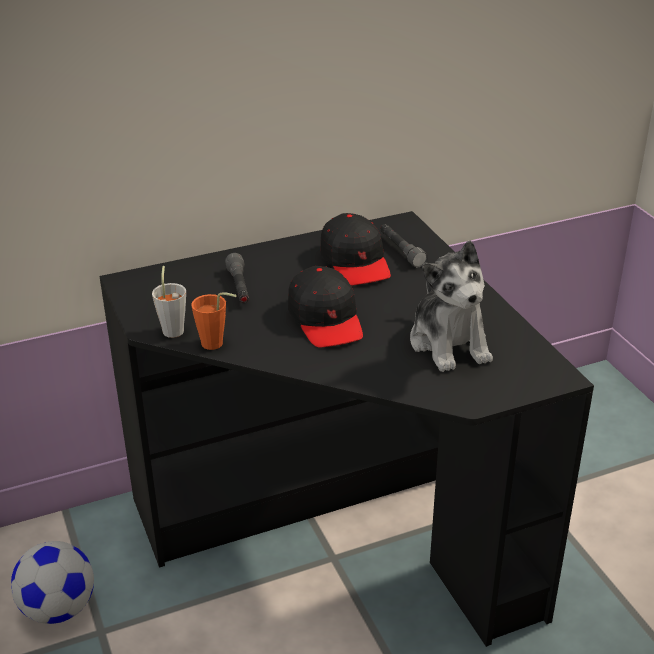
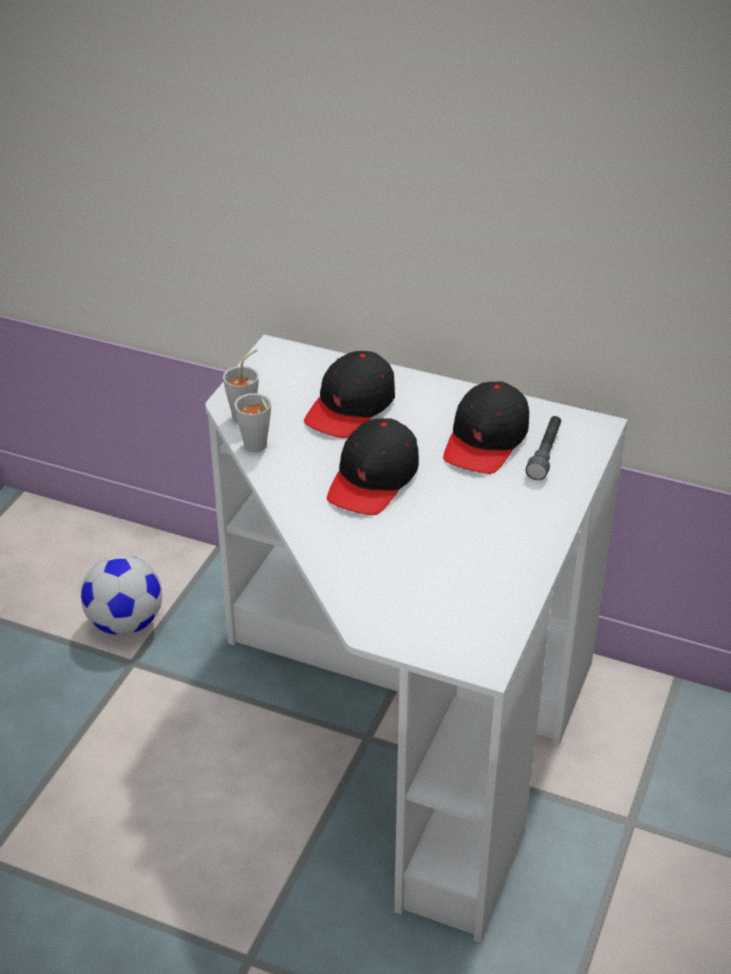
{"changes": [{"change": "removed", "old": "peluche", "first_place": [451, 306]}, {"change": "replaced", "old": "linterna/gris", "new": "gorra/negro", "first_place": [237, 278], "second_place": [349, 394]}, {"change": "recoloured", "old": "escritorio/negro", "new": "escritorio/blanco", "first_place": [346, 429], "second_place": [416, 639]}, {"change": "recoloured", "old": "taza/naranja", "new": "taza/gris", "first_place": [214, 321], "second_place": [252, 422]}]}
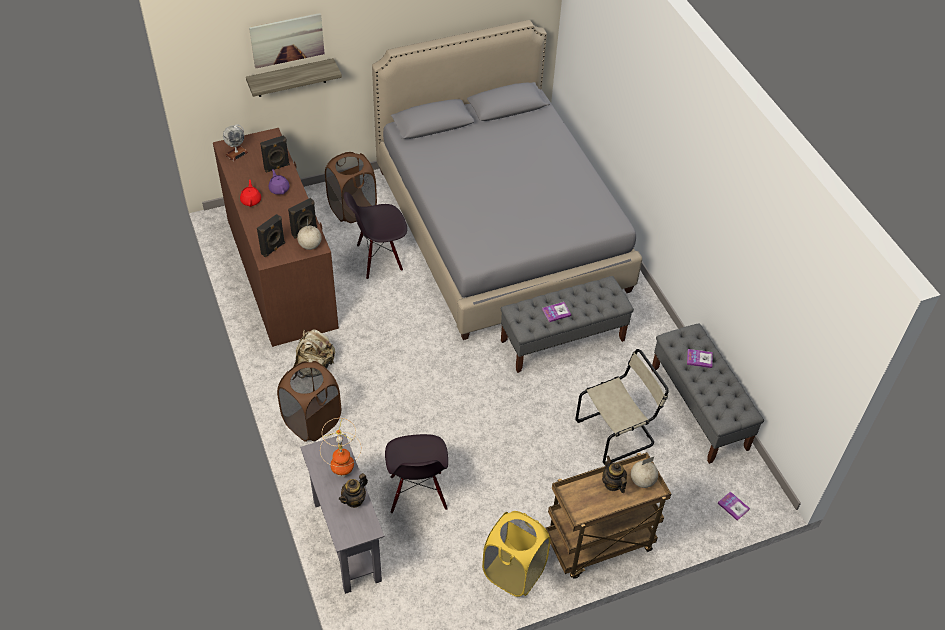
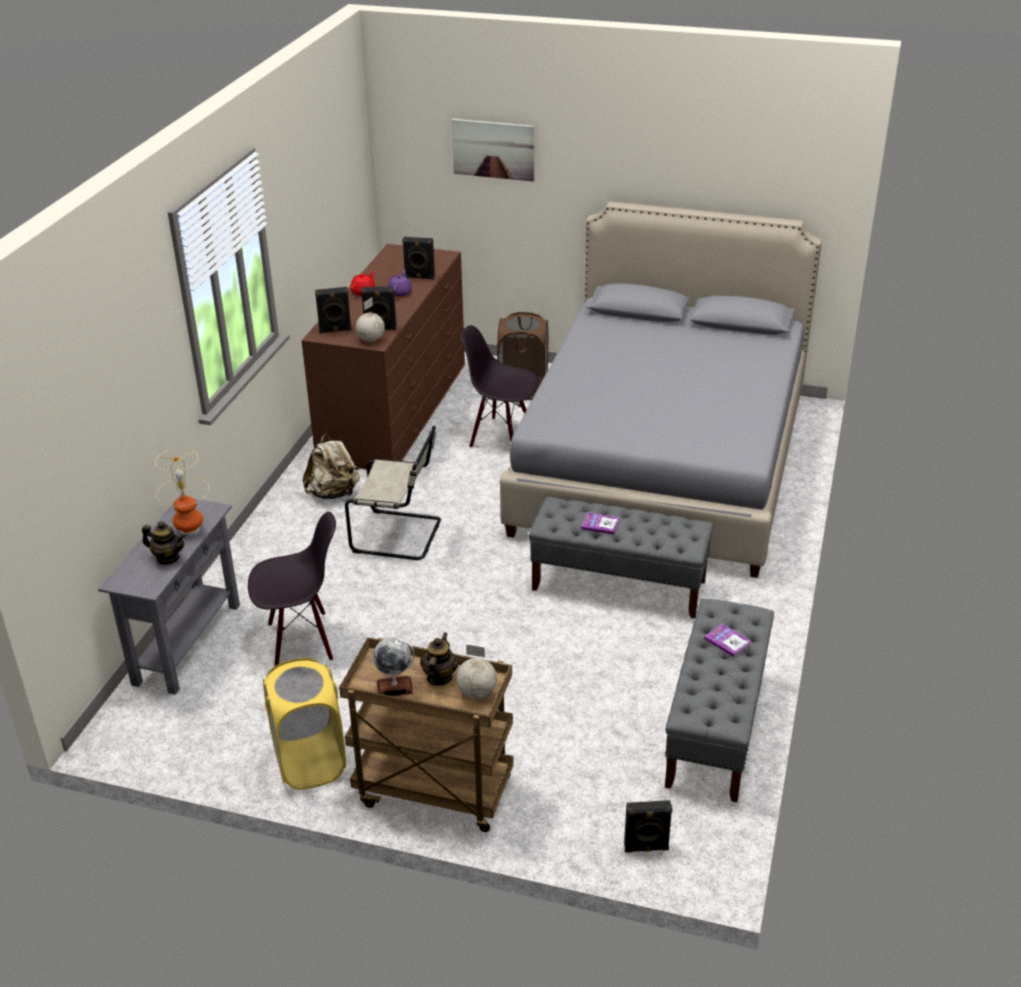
{"changes": [{"change": "removed", "old": "estante", "first_place": [294, 77]}, {"change": "removed", "old": "cesto de la ropa/marrón", "first_place": [309, 401]}, {"change": "moved", "old": "globo terráqueo", "first_place": [235, 143], "second_place": [394, 666]}, {"change": "moved", "old": "silla/beis", "first_place": [622, 407], "second_place": [393, 493]}, {"change": "replaced", "old": "libro", "new": "altavoz/negro", "first_place": [733, 506], "second_place": [648, 826]}, {"change": "turned", "old": "tetera", "first_place": [353, 490], "second_place": [163, 542], "degrees": -150}, {"change": "turned", "old": "silla/negro", "first_place": [416, 474], "second_place": [292, 589], "degrees": -135}]}
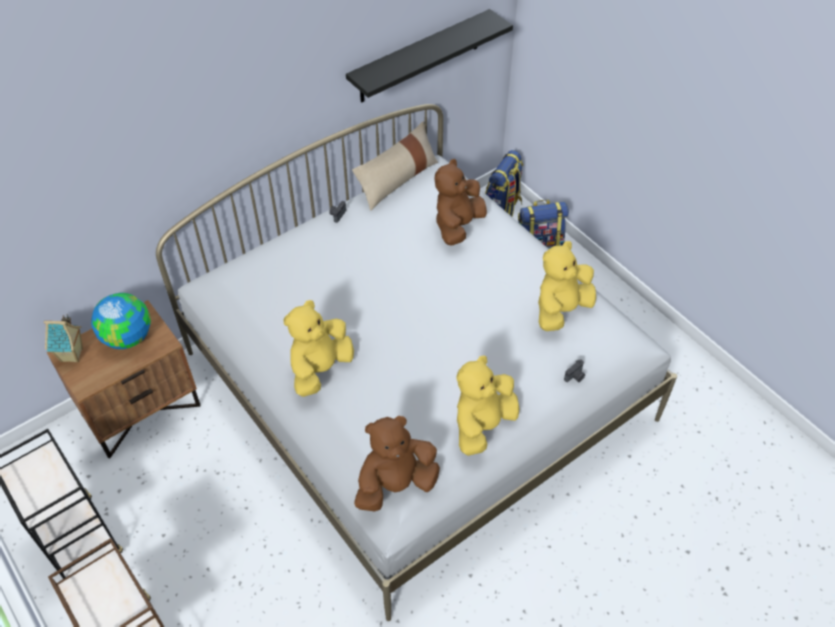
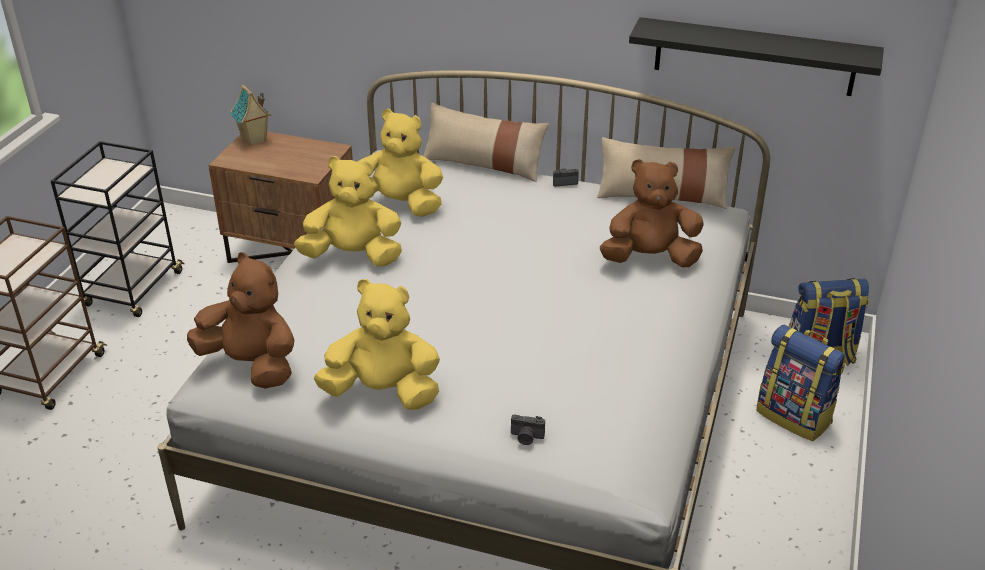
{"changes": [{"change": "removed", "old": "globo terráqueo", "first_place": [121, 321]}, {"change": "added", "new": "cojín/beis", "second_place": [486, 142]}, {"change": "moved", "old": "peluche/amarillo", "first_place": [567, 286], "second_place": [400, 163]}]}
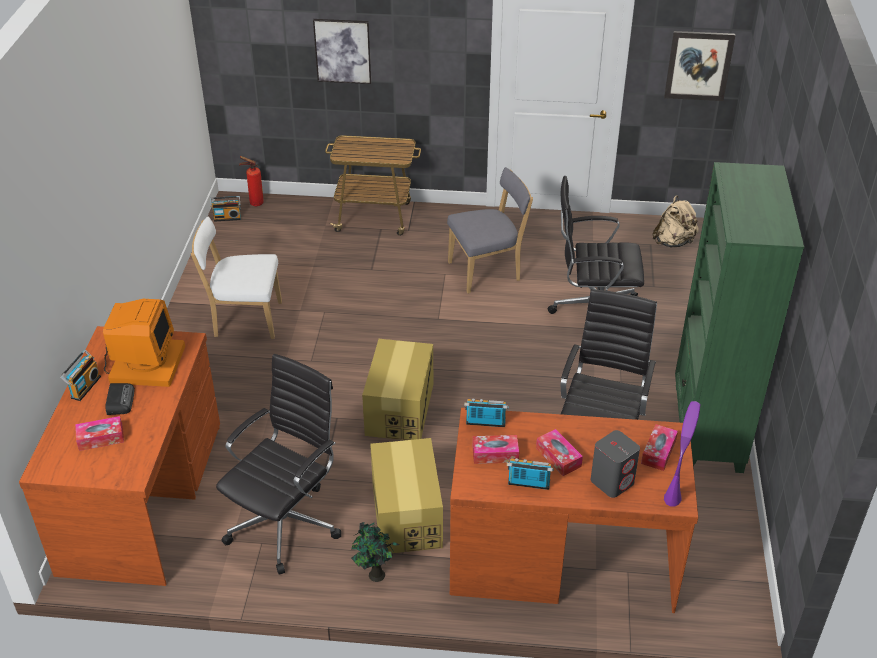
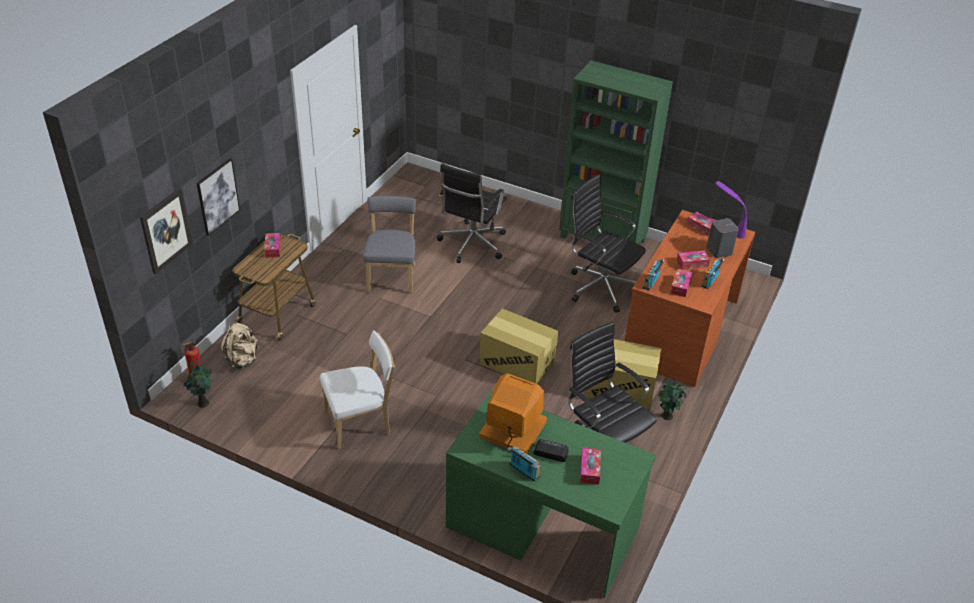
{"changes": [{"change": "added", "new": "caja de pañuelos", "second_place": [272, 245]}, {"change": "moved", "old": "mochila/beis", "first_place": [675, 221], "second_place": [240, 346]}, {"change": "moved", "old": "cuadro", "first_place": [699, 66], "second_place": [166, 231]}, {"change": "replaced", "old": "radio", "new": "planta en maceta", "first_place": [225, 209], "second_place": [197, 383]}, {"change": "recoloured", "old": "escritorio/marrón", "new": "escritorio/verde", "first_place": [119, 456], "second_place": [551, 494]}, {"change": "turned", "old": "silla/blanco", "first_place": [236, 278], "second_place": [357, 390], "degrees": -135}]}
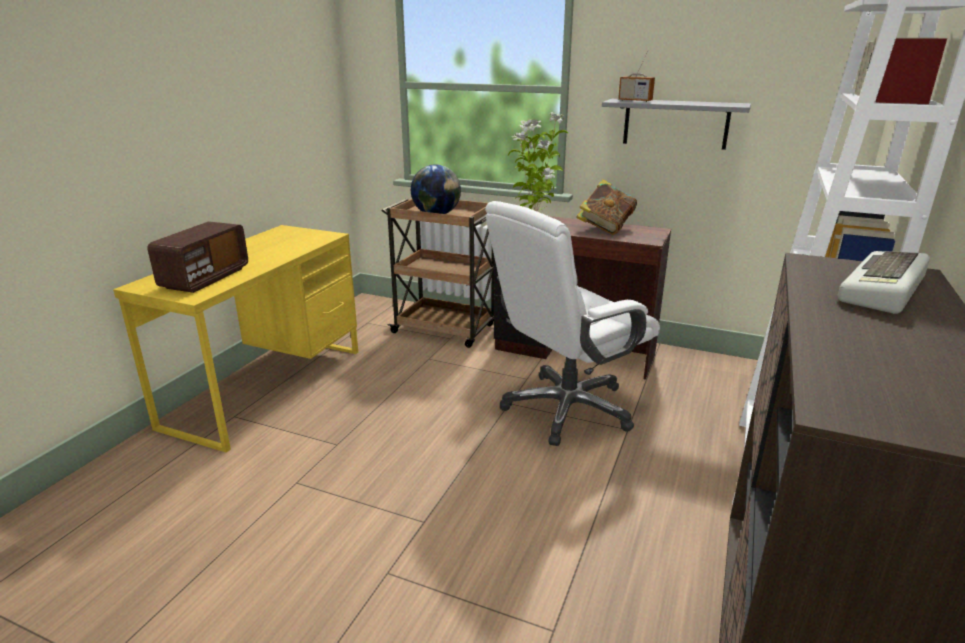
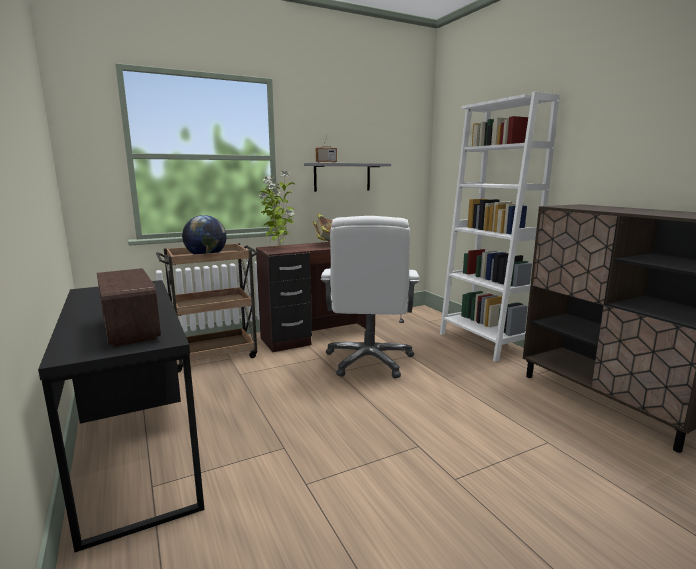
{"changes": [{"change": "removed", "old": "teclado", "first_place": [884, 282]}, {"change": "recoloured", "old": "escritorio/amarillo", "new": "escritorio/negro", "first_place": [235, 339], "second_place": [121, 416]}]}
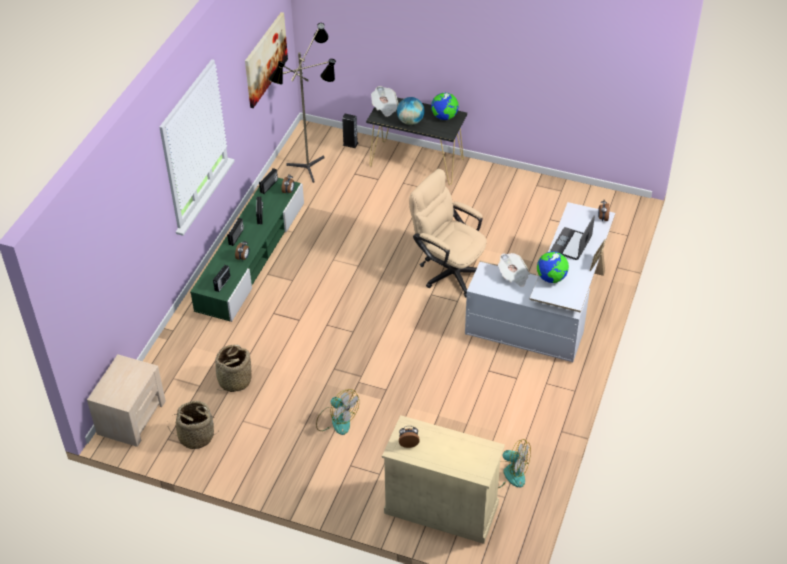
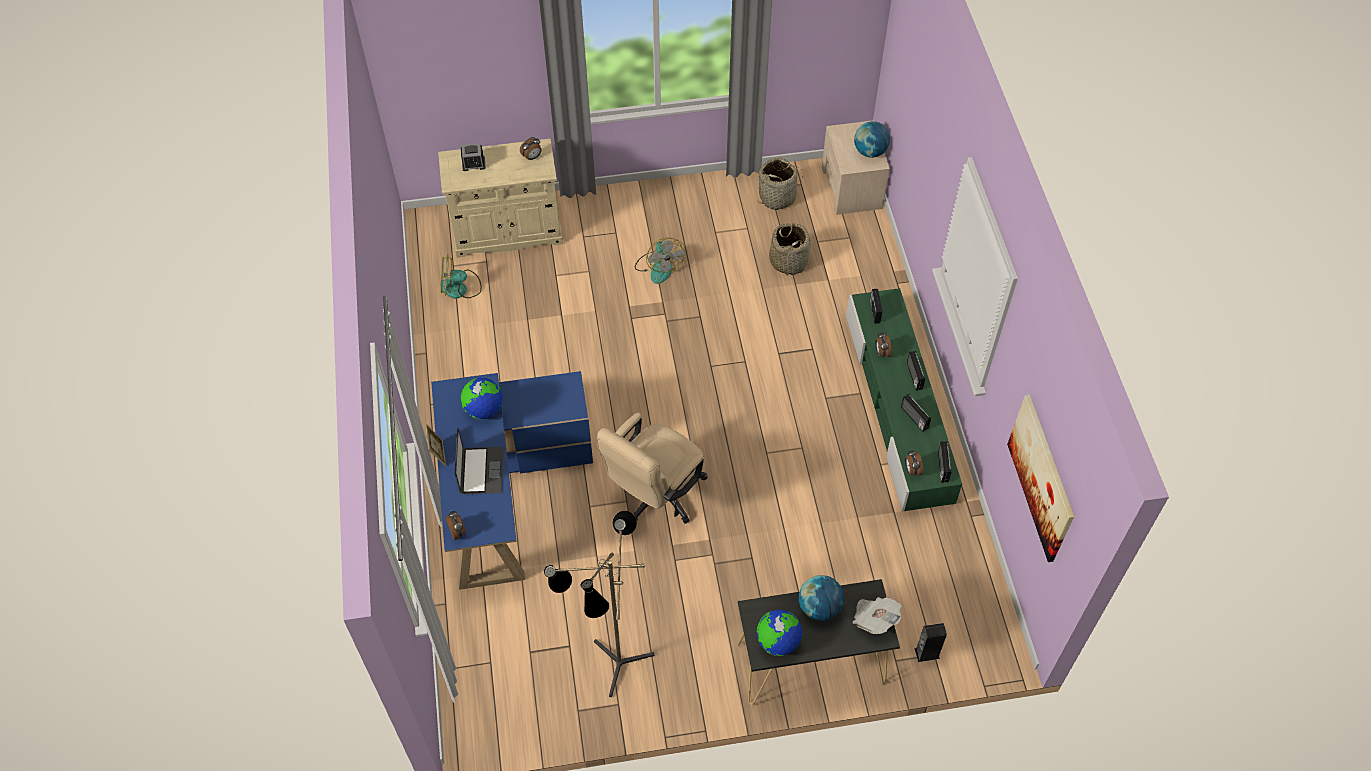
{"changes": [{"change": "removed", "old": "periódico", "first_place": [514, 270]}, {"change": "added", "new": "despertador", "second_place": [473, 157]}, {"change": "added", "new": "globo terráqueo", "second_place": [872, 139]}, {"change": "moved", "old": "lámpara de pie", "first_place": [302, 103], "second_place": [599, 604]}, {"change": "recoloured", "old": "escritorio/blanco", "new": "escritorio/azul", "first_place": [540, 282], "second_place": [512, 480]}, {"change": "turned", "old": "ventilador", "first_place": [337, 412], "second_place": [660, 261], "degrees": -120}, {"change": "turned", "old": "silla de oficina/beis", "first_place": [448, 233], "second_place": [652, 468], "degrees": 120}]}
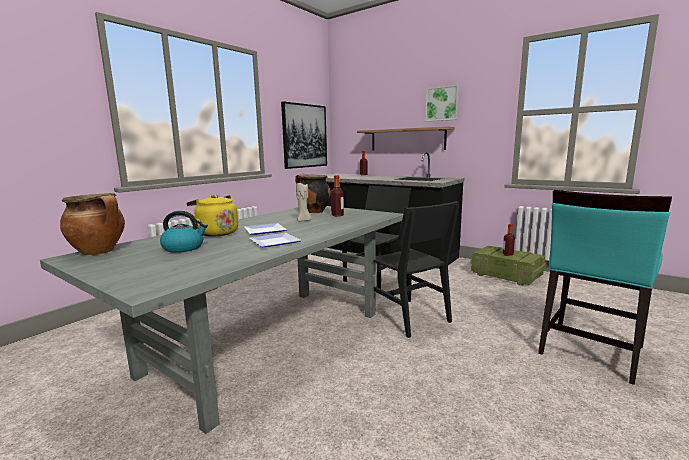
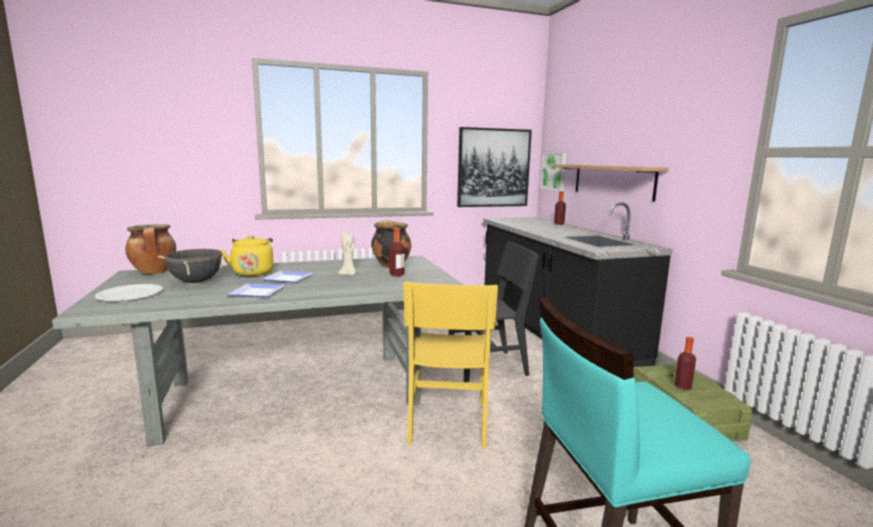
{"changes": [{"change": "added", "new": "plato/blanco", "second_place": [129, 292]}, {"change": "moved", "old": "cuadro", "first_place": [442, 103], "second_place": [554, 172]}, {"change": "replaced", "old": "hervidor", "new": "olla/negro", "first_place": [184, 232], "second_place": [193, 266]}, {"change": "recoloured", "old": "silla/negro", "new": "silla/amarillo", "first_place": [416, 269], "second_place": [450, 365]}]}
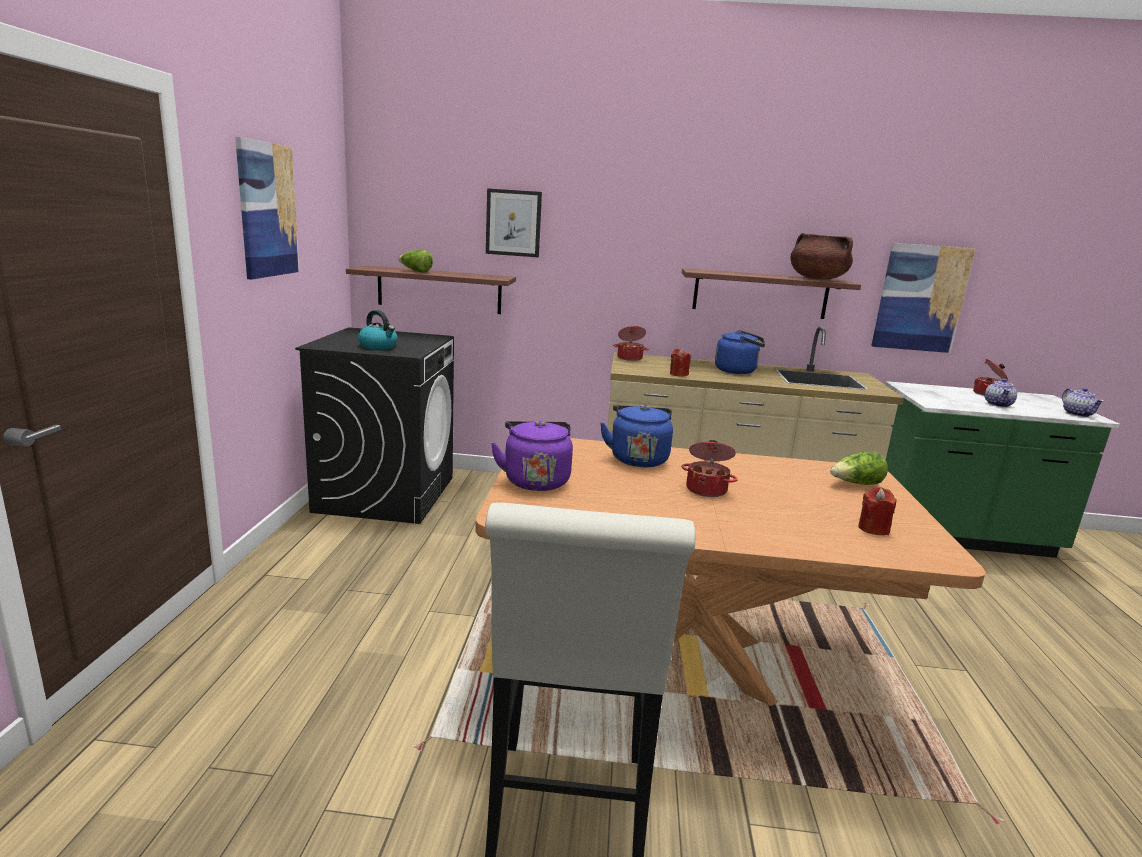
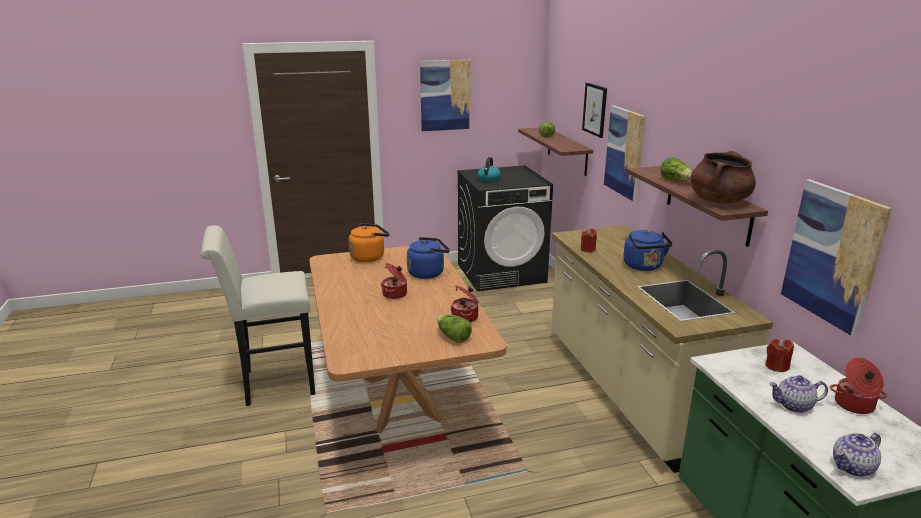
{"changes": [{"change": "added", "new": "cuadro", "second_place": [625, 154]}, {"change": "added", "new": "lechuga", "second_place": [676, 169]}, {"change": "moved", "old": "olla", "first_place": [631, 343], "second_place": [464, 303]}, {"change": "moved", "old": "vela/rojo", "first_place": [877, 511], "second_place": [779, 355]}, {"change": "recoloured", "old": "hervidor/morado", "new": "hervidor/naranja", "first_place": [532, 455], "second_place": [369, 243]}]}
